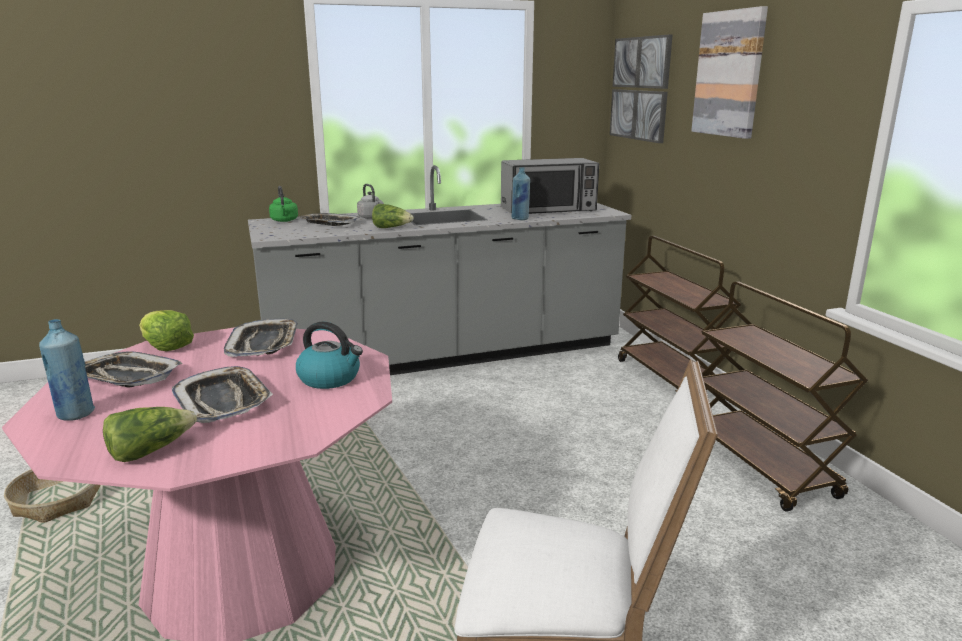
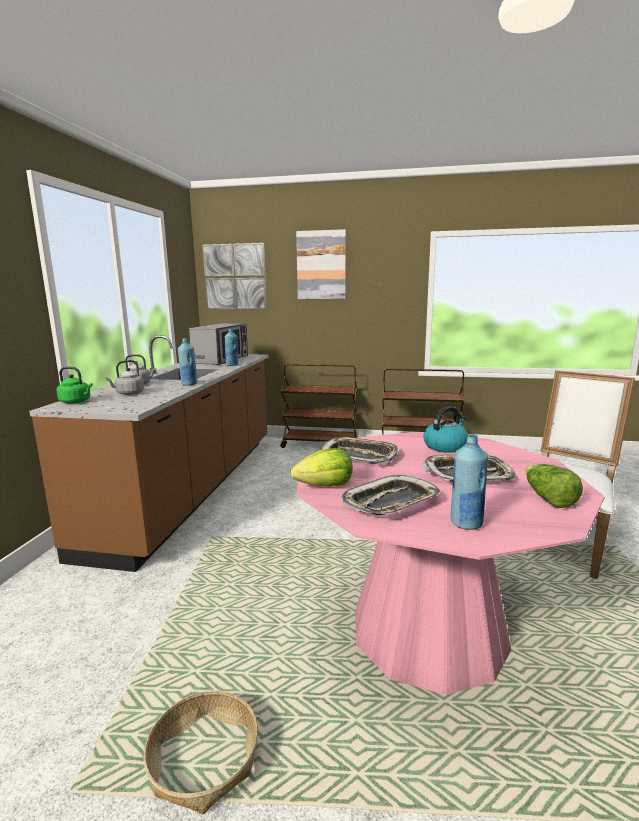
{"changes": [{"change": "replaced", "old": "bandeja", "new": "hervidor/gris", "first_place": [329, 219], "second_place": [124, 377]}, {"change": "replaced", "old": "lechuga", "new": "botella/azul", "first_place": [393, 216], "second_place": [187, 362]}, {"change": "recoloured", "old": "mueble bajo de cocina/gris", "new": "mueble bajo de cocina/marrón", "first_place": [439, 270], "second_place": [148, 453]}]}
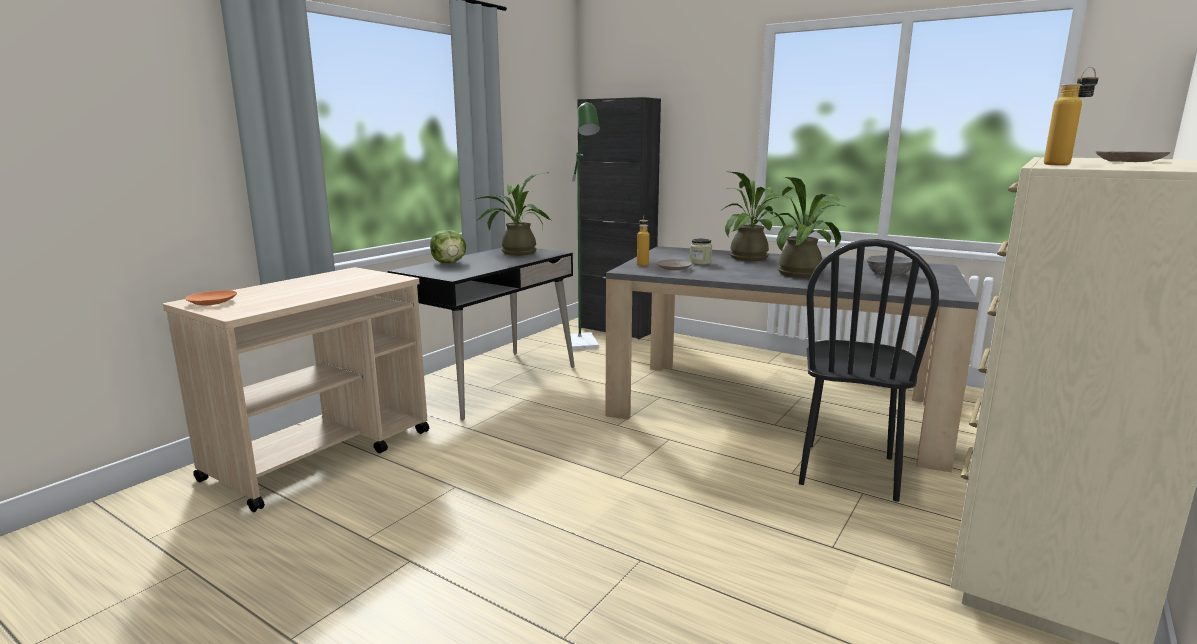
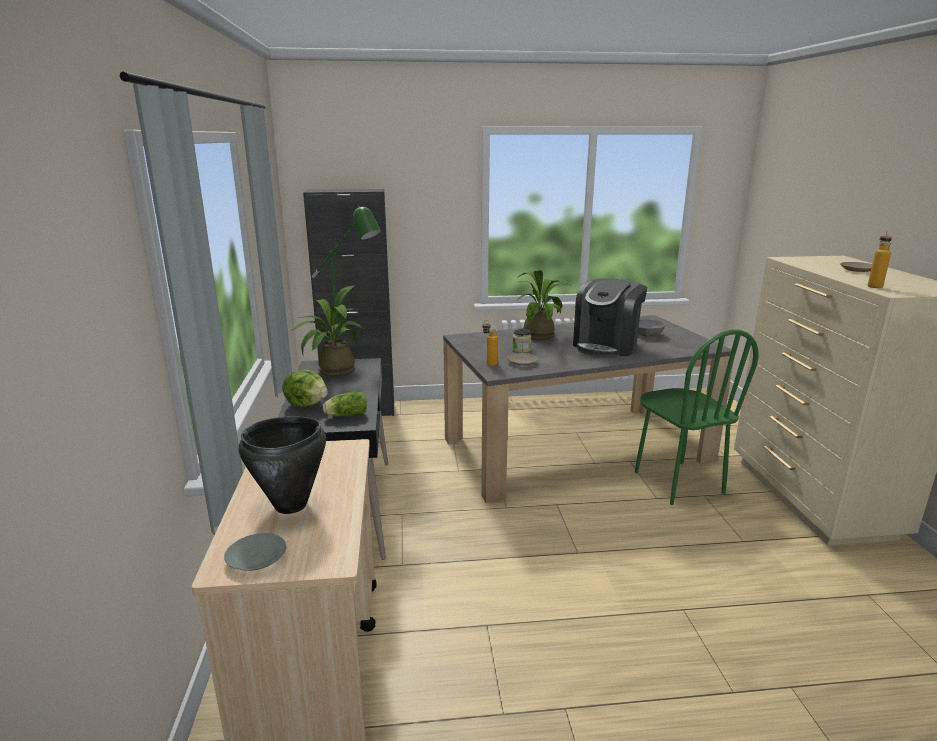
{"changes": [{"change": "added", "new": "olla/negro", "second_place": [282, 465]}, {"change": "added", "new": "lechuga", "second_place": [345, 404]}, {"change": "replaced", "old": "planta en maceta", "new": "cafetera", "first_place": [805, 227], "second_place": [610, 318]}, {"change": "recoloured", "old": "plato/naranja", "new": "plato/gris", "first_place": [211, 298], "second_place": [255, 552]}, {"change": "recoloured", "old": "silla/negro", "new": "silla/verde", "first_place": [869, 370], "second_place": [697, 417]}]}
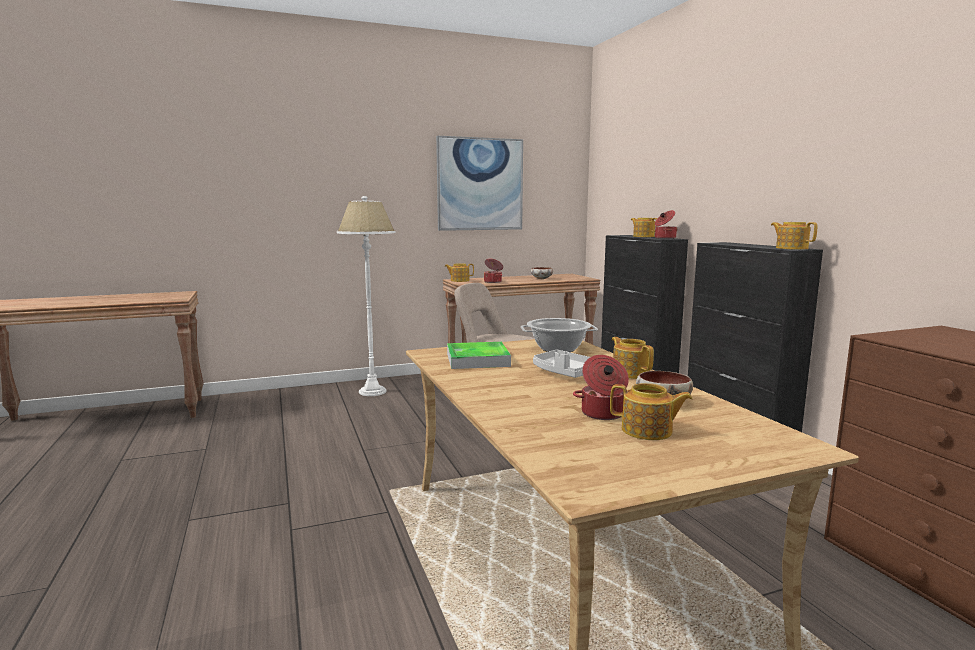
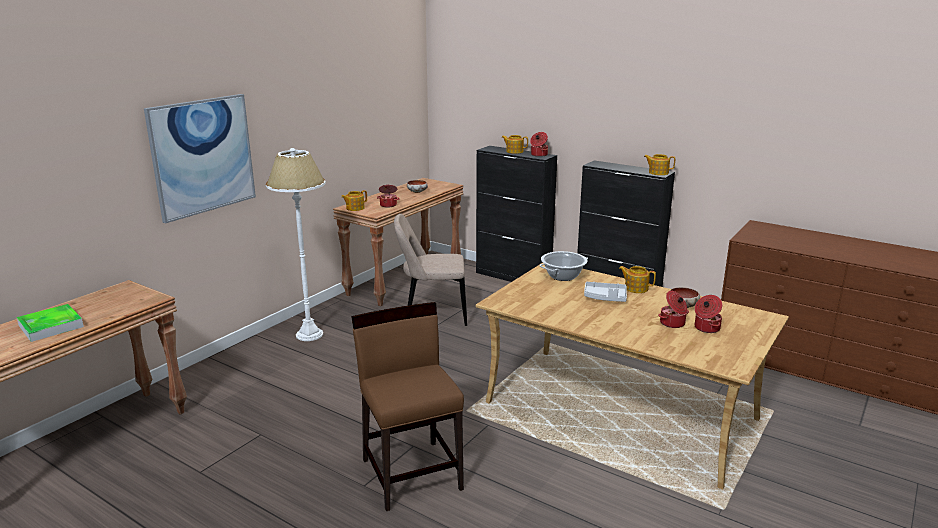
{"changes": [{"change": "added", "new": "silla/marrón", "second_place": [407, 406]}, {"change": "moved", "old": "cuadro", "first_place": [479, 183], "second_place": [200, 158]}, {"change": "moved", "old": "bandeja", "first_place": [479, 355], "second_place": [50, 323]}, {"change": "replaced", "old": "tetera", "new": "olla", "first_place": [651, 411], "second_place": [708, 314]}]}
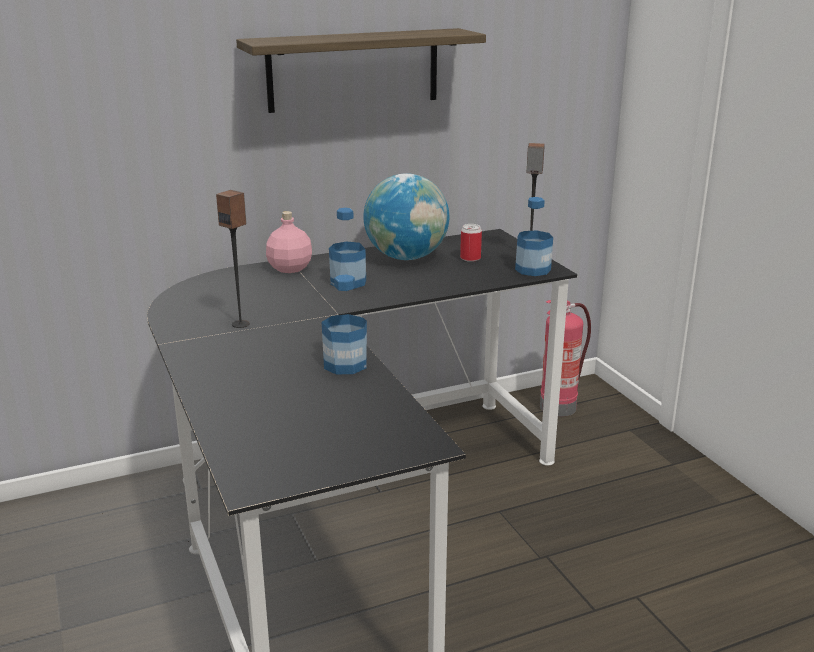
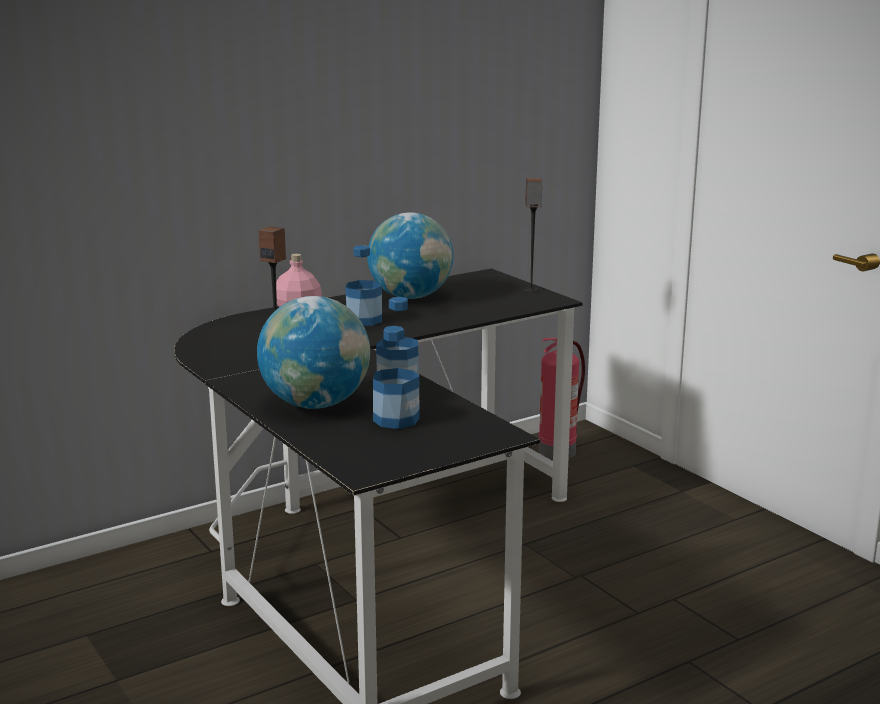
{"changes": [{"change": "removed", "old": "estante", "first_place": [361, 70]}, {"change": "removed", "old": "lata", "first_place": [471, 243]}, {"change": "added", "new": "globo terráqueo", "second_place": [313, 352]}, {"change": "moved", "old": "botella", "first_place": [534, 236], "second_place": [396, 377]}]}
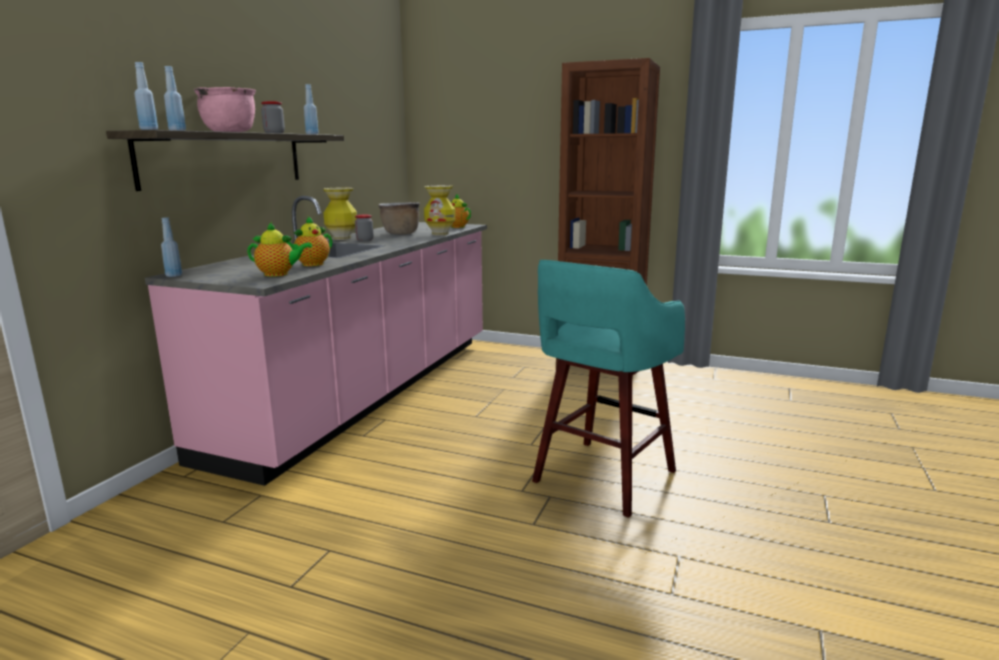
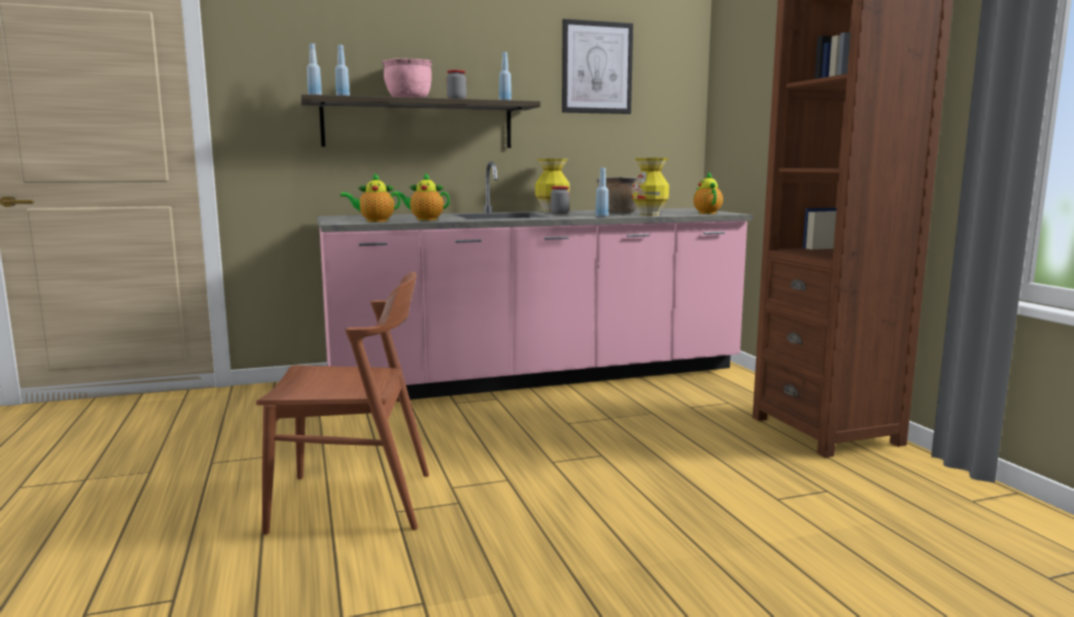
{"changes": [{"change": "removed", "old": "taburete/turquesa", "first_place": [608, 389]}, {"change": "added", "new": "silla/marrón", "second_place": [342, 403]}, {"change": "added", "new": "cuadro", "second_place": [597, 66]}, {"change": "moved", "old": "botella/azul", "first_place": [171, 247], "second_place": [602, 192]}, {"change": "turned", "old": "tetera", "first_place": [279, 249], "second_place": [370, 197], "degrees": 120}]}
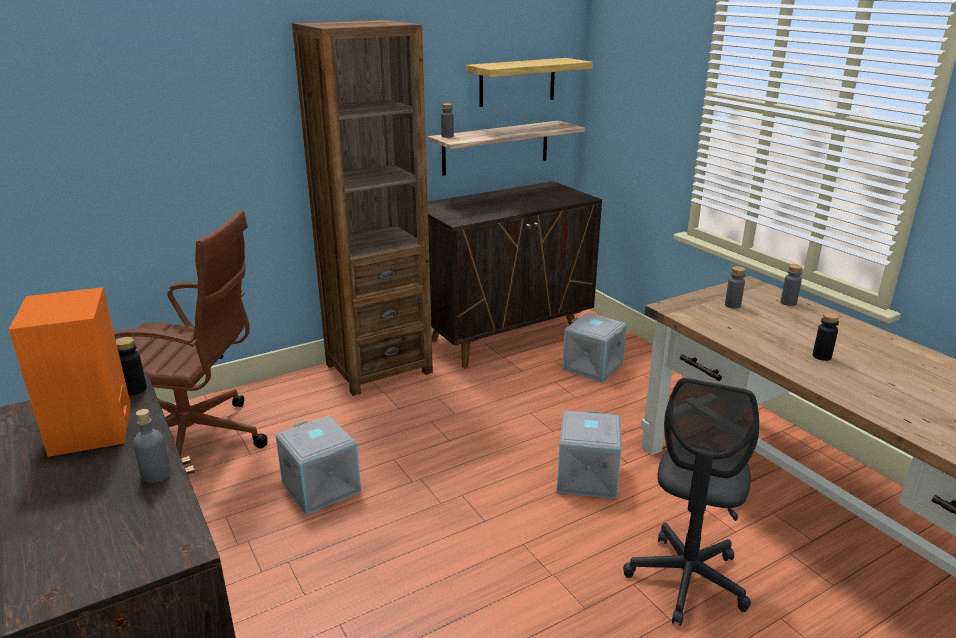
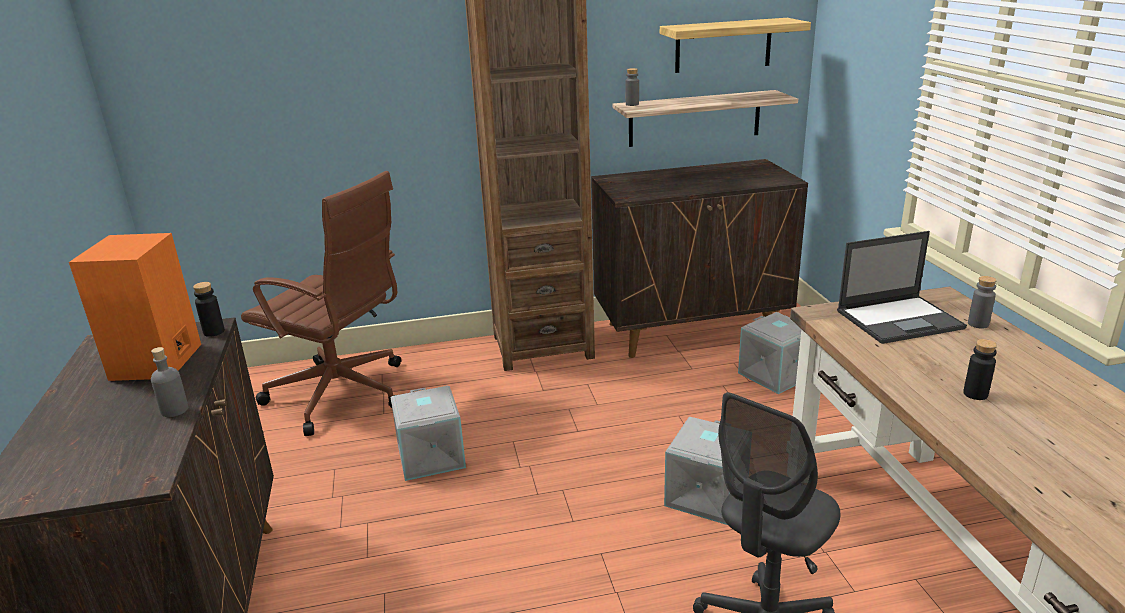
{"changes": [{"change": "replaced", "old": "botella/gris", "new": "portátil", "first_place": [735, 287], "second_place": [902, 287]}]}
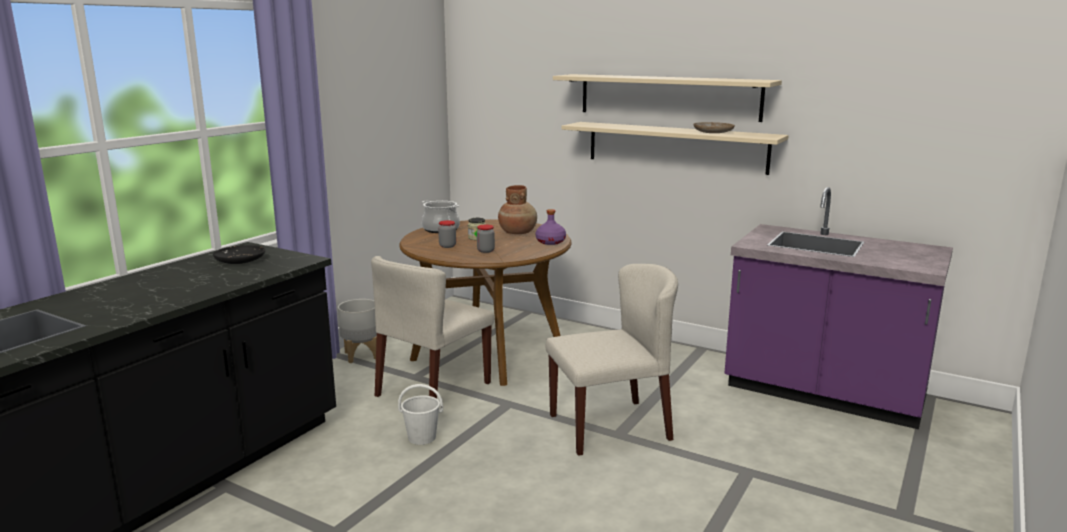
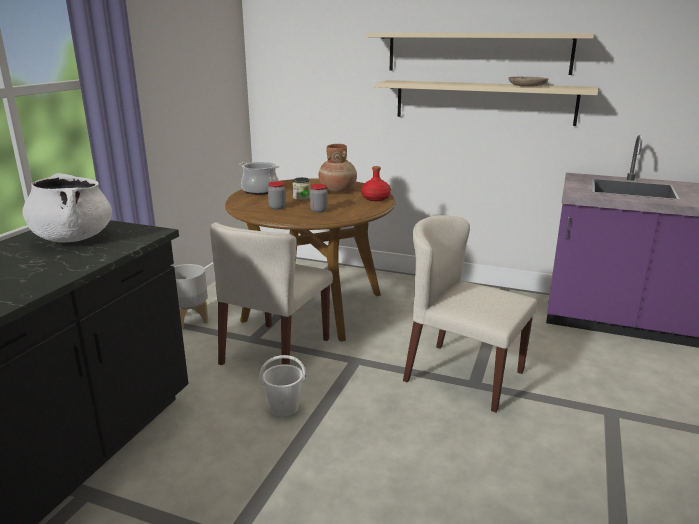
{"changes": [{"change": "replaced", "old": "plato/negro", "new": "olla/blanco", "first_place": [239, 254], "second_place": [67, 207]}, {"change": "recoloured", "old": "botella/morado", "new": "botella/rojo", "first_place": [551, 227], "second_place": [376, 183]}, {"change": "turned", "old": "silla/beis", "first_place": [611, 360], "second_place": [470, 314], "degrees": -120}]}
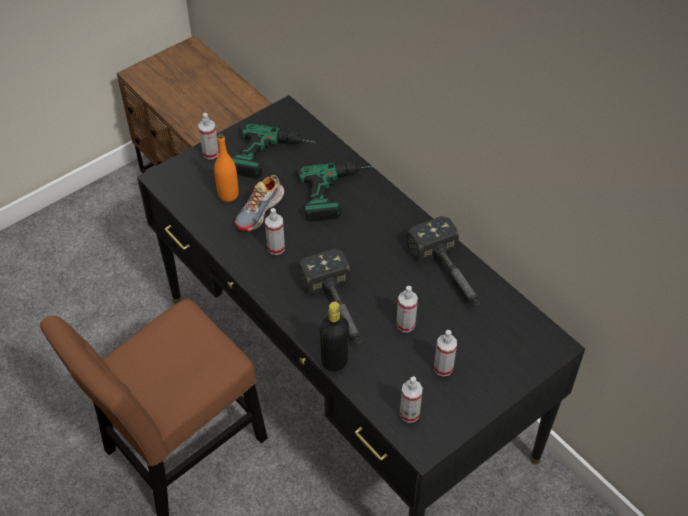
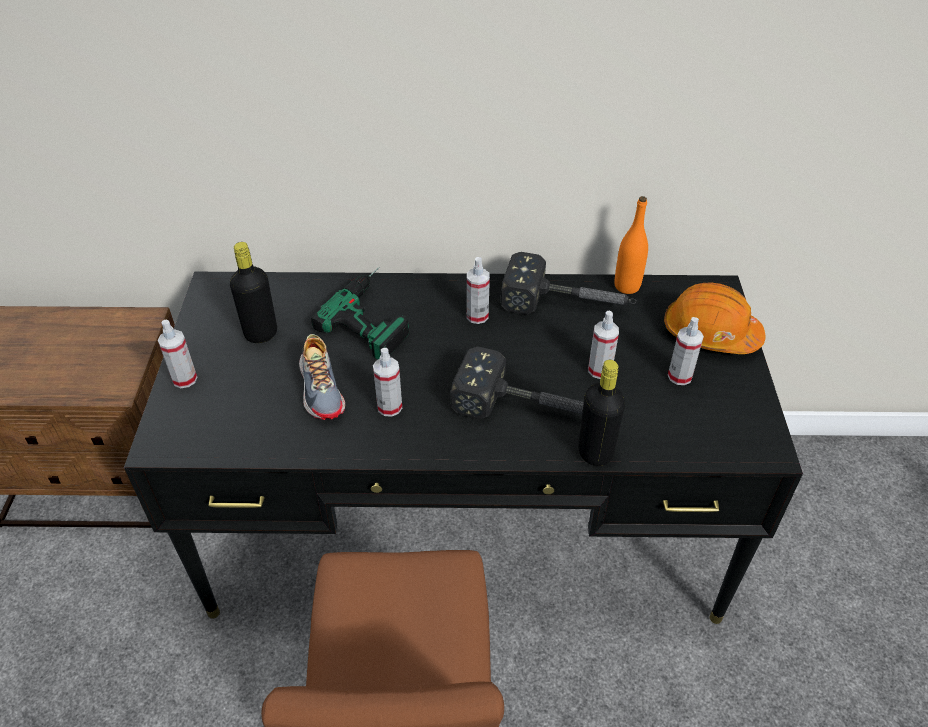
{"changes": [{"change": "added", "new": "casco/naranja", "second_place": [715, 318]}, {"change": "moved", "old": "botella/naranja", "first_place": [226, 168], "second_place": [631, 245]}, {"change": "moved", "old": "pulverizador", "first_place": [411, 399], "second_place": [478, 290]}, {"change": "replaced", "old": "taladro", "new": "botella/negro", "first_place": [273, 151], "second_place": [253, 292]}]}
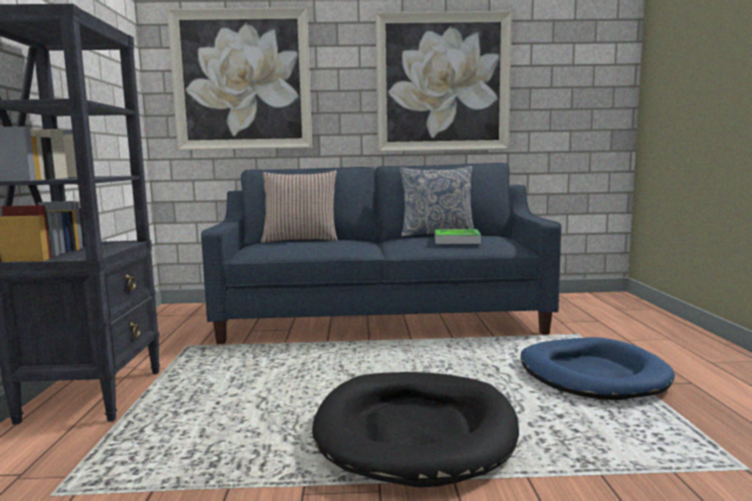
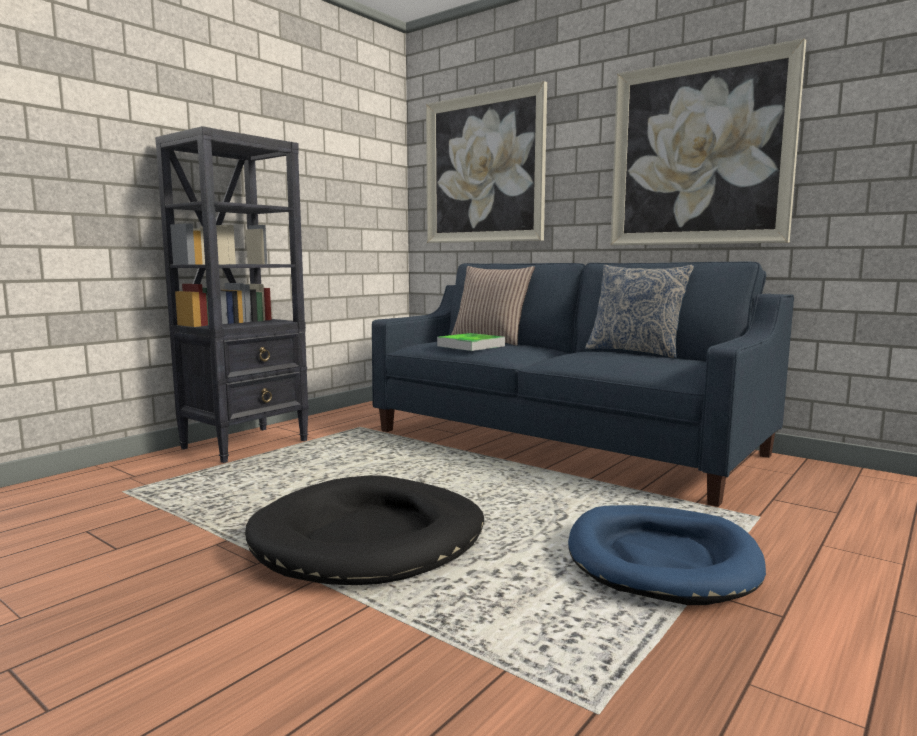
{"changes": [{"change": "moved", "old": "bandeja", "first_place": [458, 236], "second_place": [471, 342]}]}
